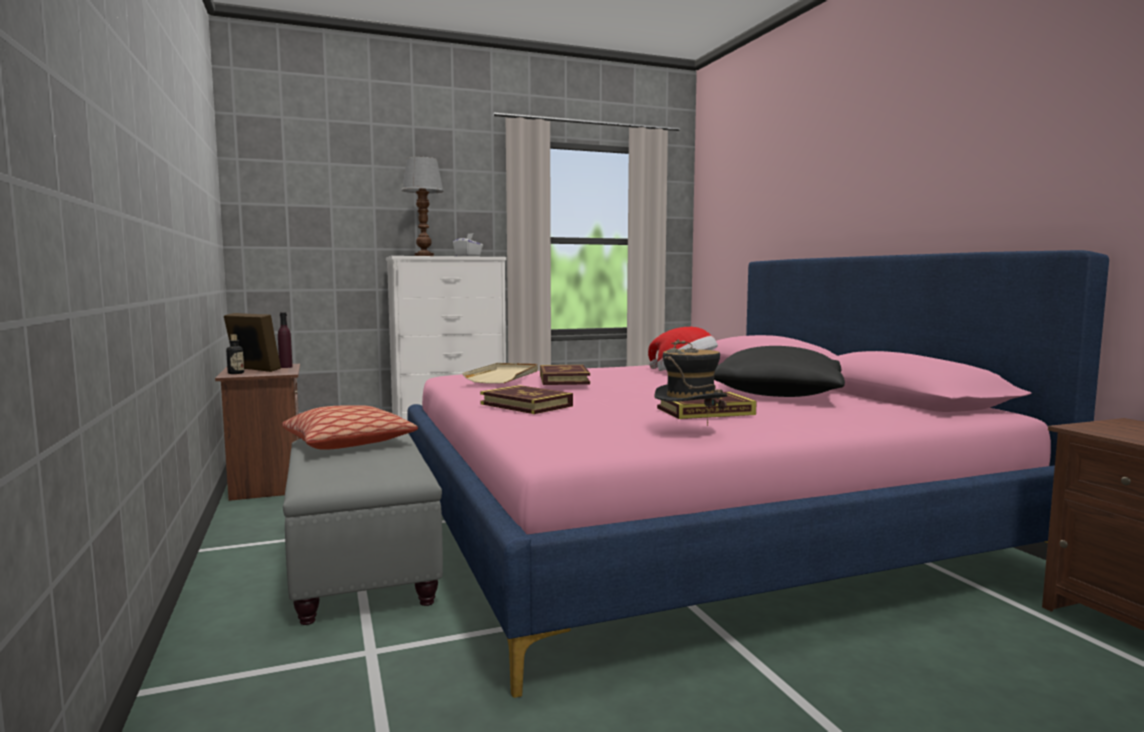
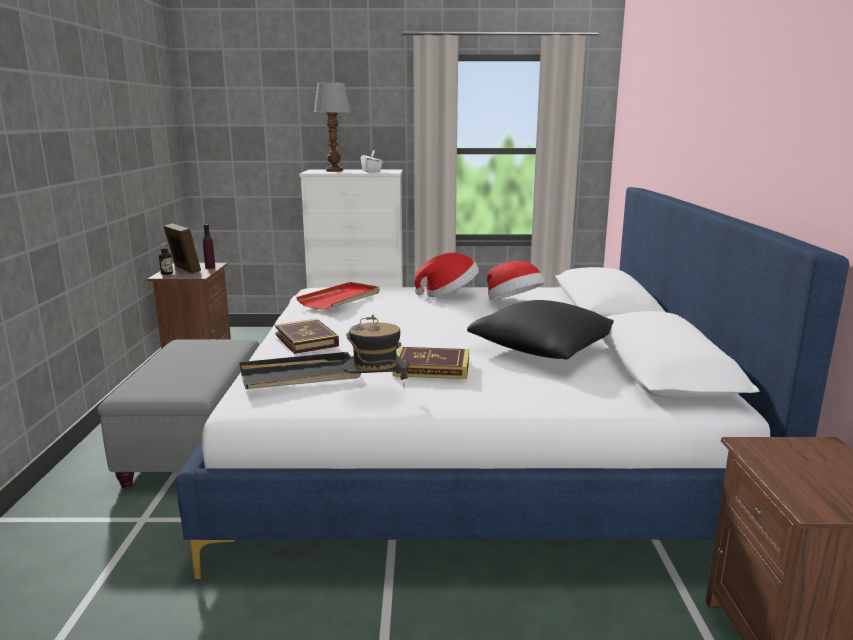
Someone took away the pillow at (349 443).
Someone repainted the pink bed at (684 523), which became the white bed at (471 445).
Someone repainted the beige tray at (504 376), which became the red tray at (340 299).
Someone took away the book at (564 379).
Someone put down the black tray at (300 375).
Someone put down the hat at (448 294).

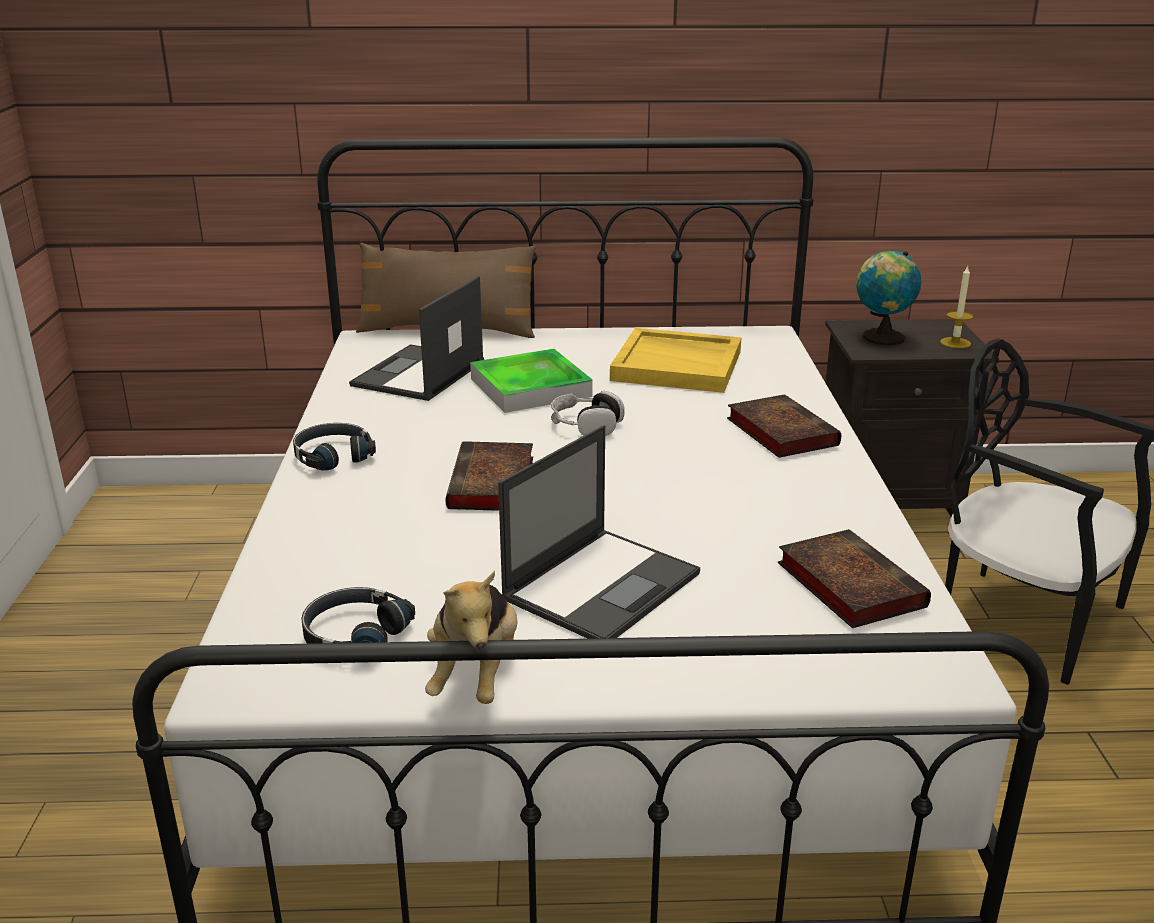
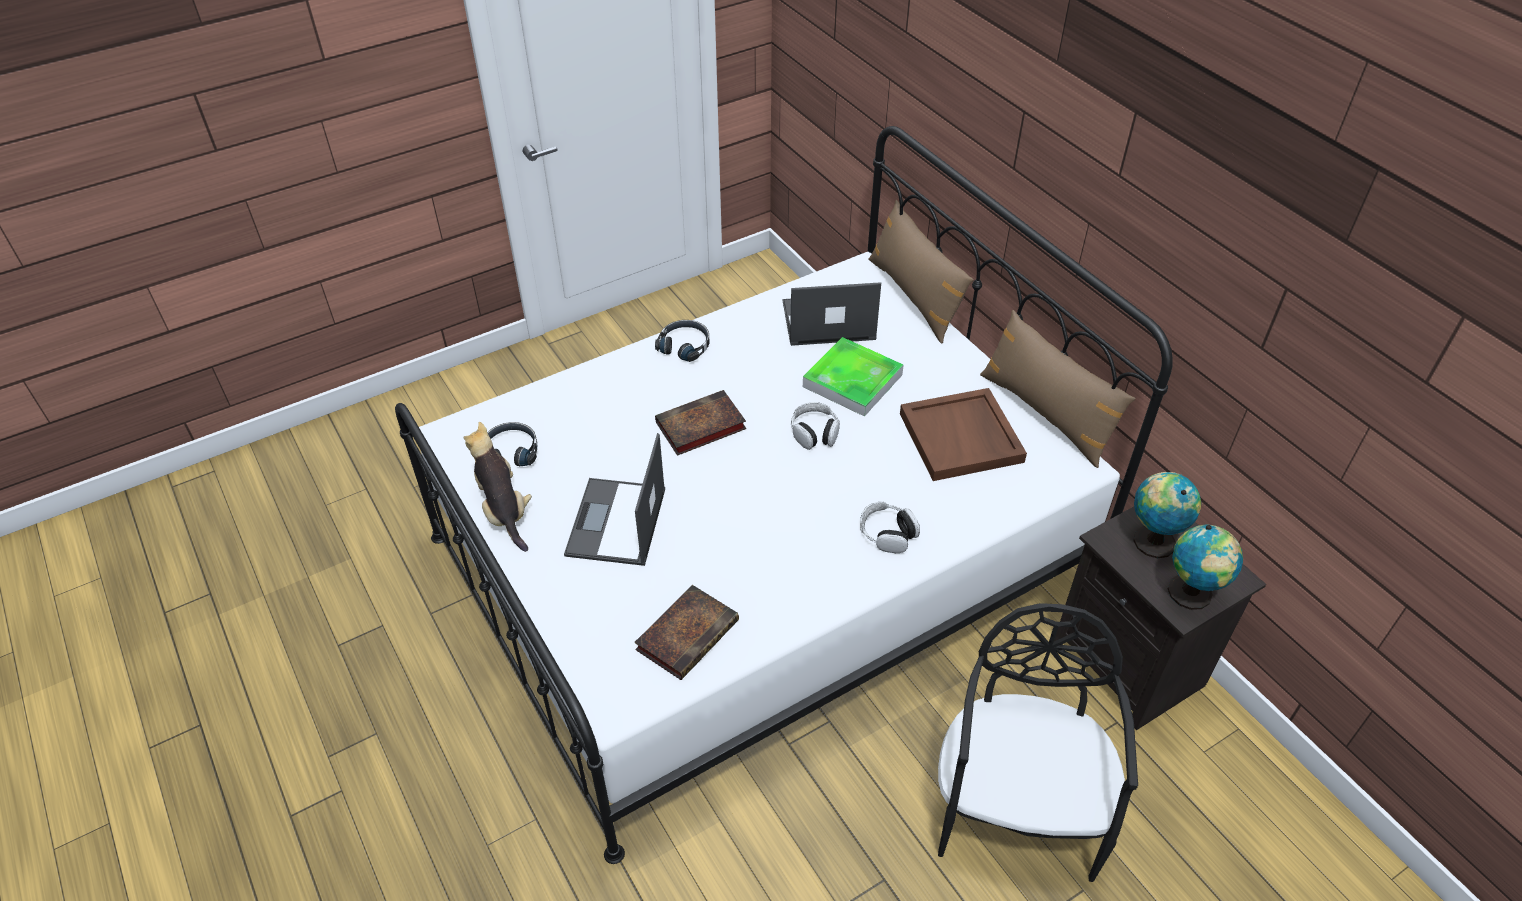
Someone rotated the plush toy at (476 674) by 90 degrees clockwise.
Someone rotated the laptop at (602 585) by 90 degrees clockwise.
Someone repainted the yellow tray at (678 365), which became the brown tray at (962 438).
Someone swapped the book at (779 431) for the headphones at (887 533).
Someone swapped the candle at (955 343) for the globe at (1191 594).
Someone put down the brown pillow at (1046 414).

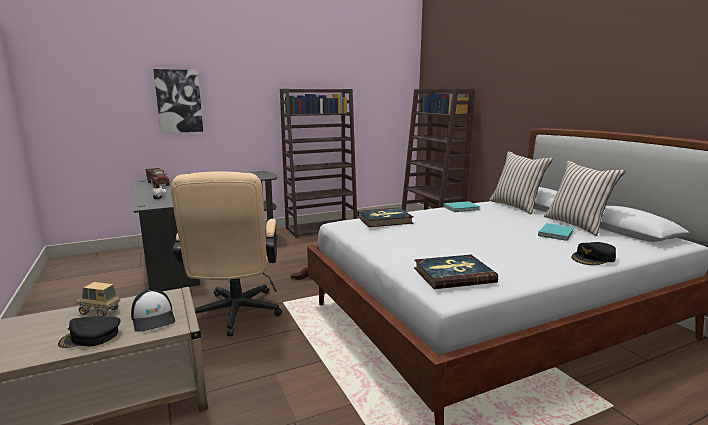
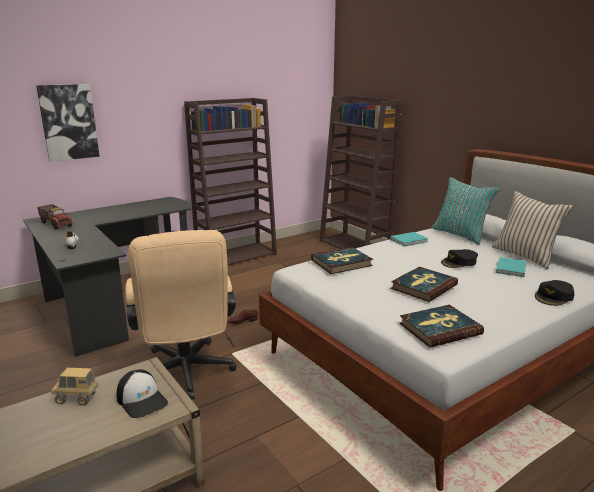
Someone carried the black cap from (90 337) to (459 262).
Someone repainted the beige pillow at (516 206), which became the turquoise pillow at (460 234).
Someone put down the book at (423 286).

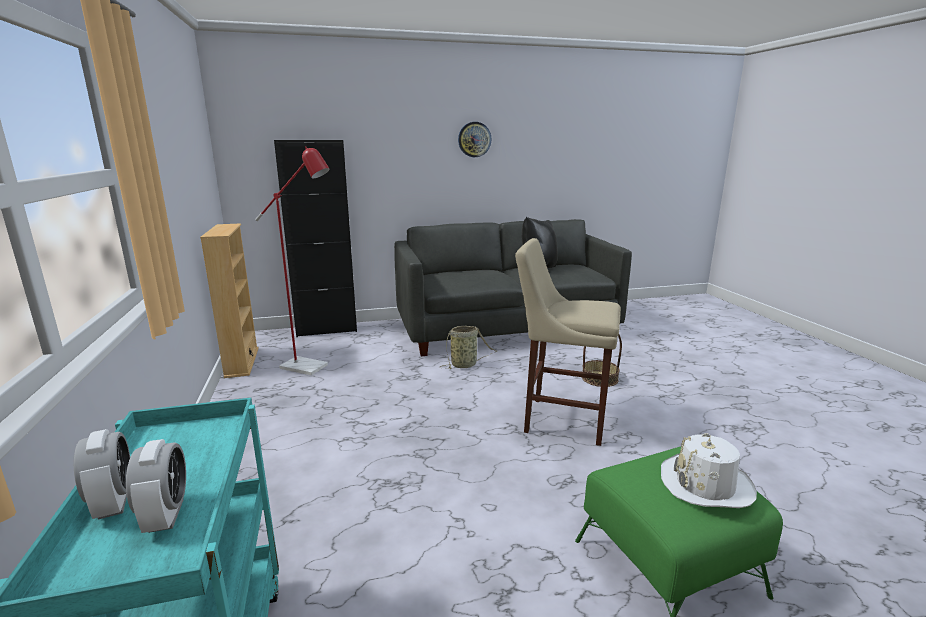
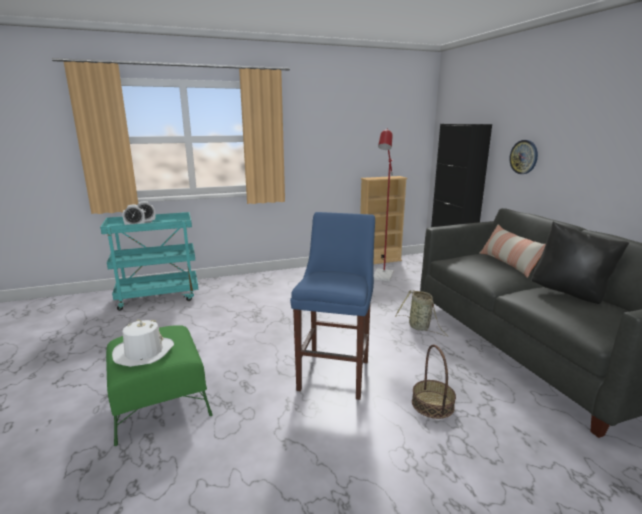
Someone carried the wall clock from (474 139) to (524 157).
Someone repainted the beige stool at (560 419), which became the blue stool at (335 372).
Someone put down the pillow at (508 264).

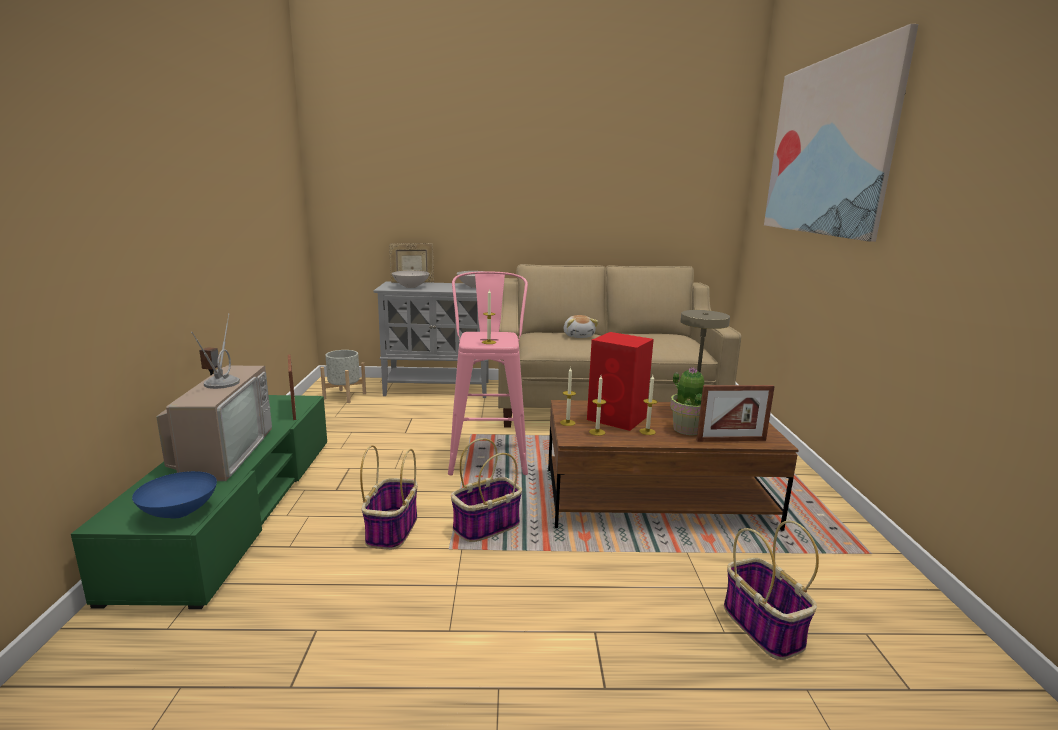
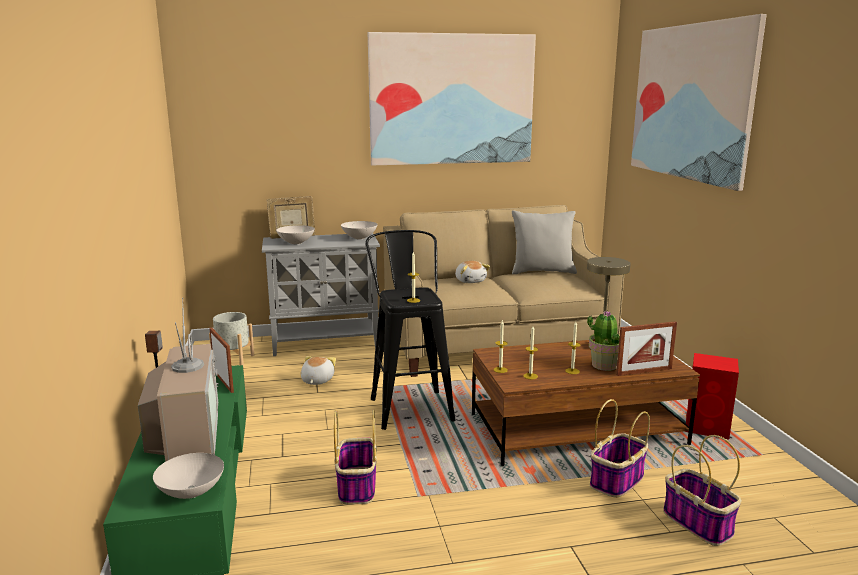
Someone repainted the blue bowl at (178 512), which became the white bowl at (190 492).
Someone repainted the pink stool at (489 454), which became the black stool at (410 405).
Someone carried the basket from (486 527) to (616 481).
Someone carried the red speaker from (618 419) to (708 428).
Someone put down the plush toy at (316 380).
Someone put up the picture at (452 99).
Someone put down the grey pillow at (542 271).

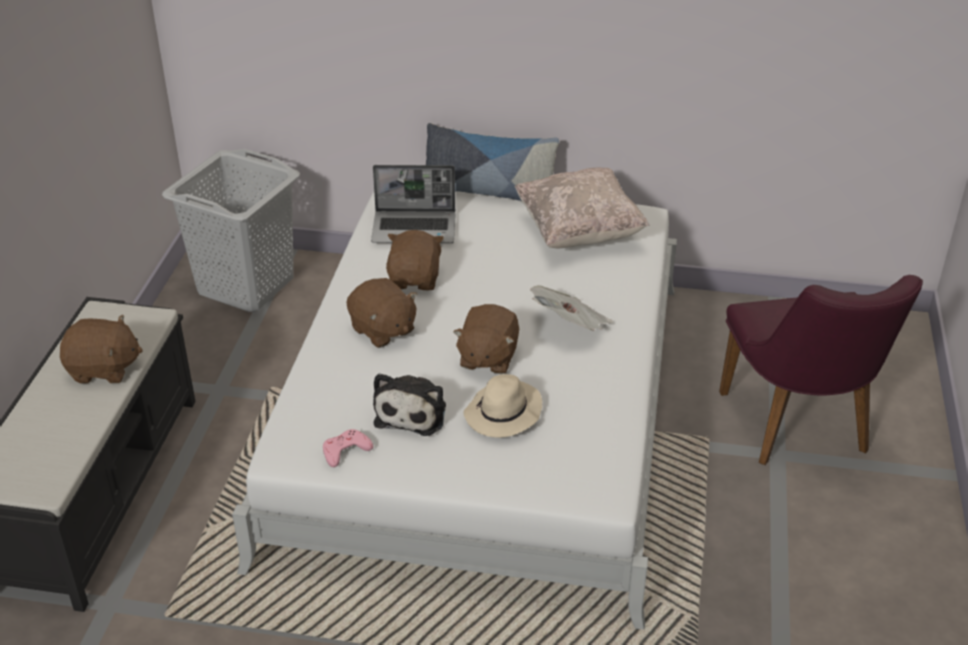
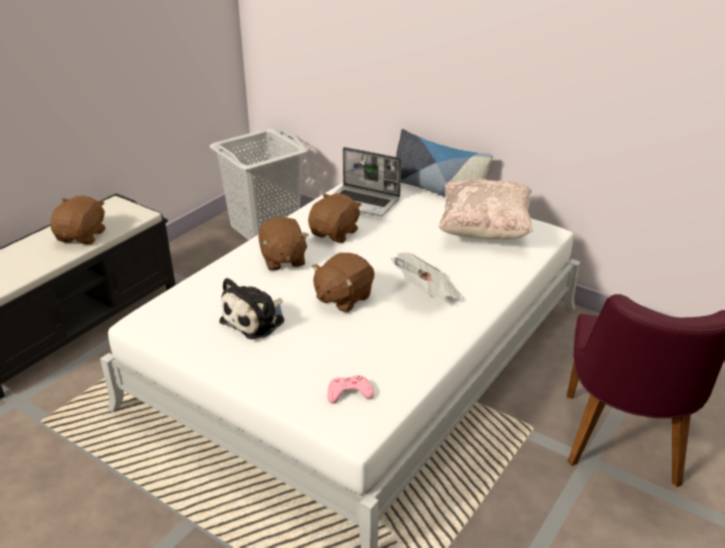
Someone rotated the brown plush toy at (104 369) by 105 degrees counterclockwise.
Someone carried the pink game controller from (345 451) to (349 393).
Someone took away the beige hat at (503 414).

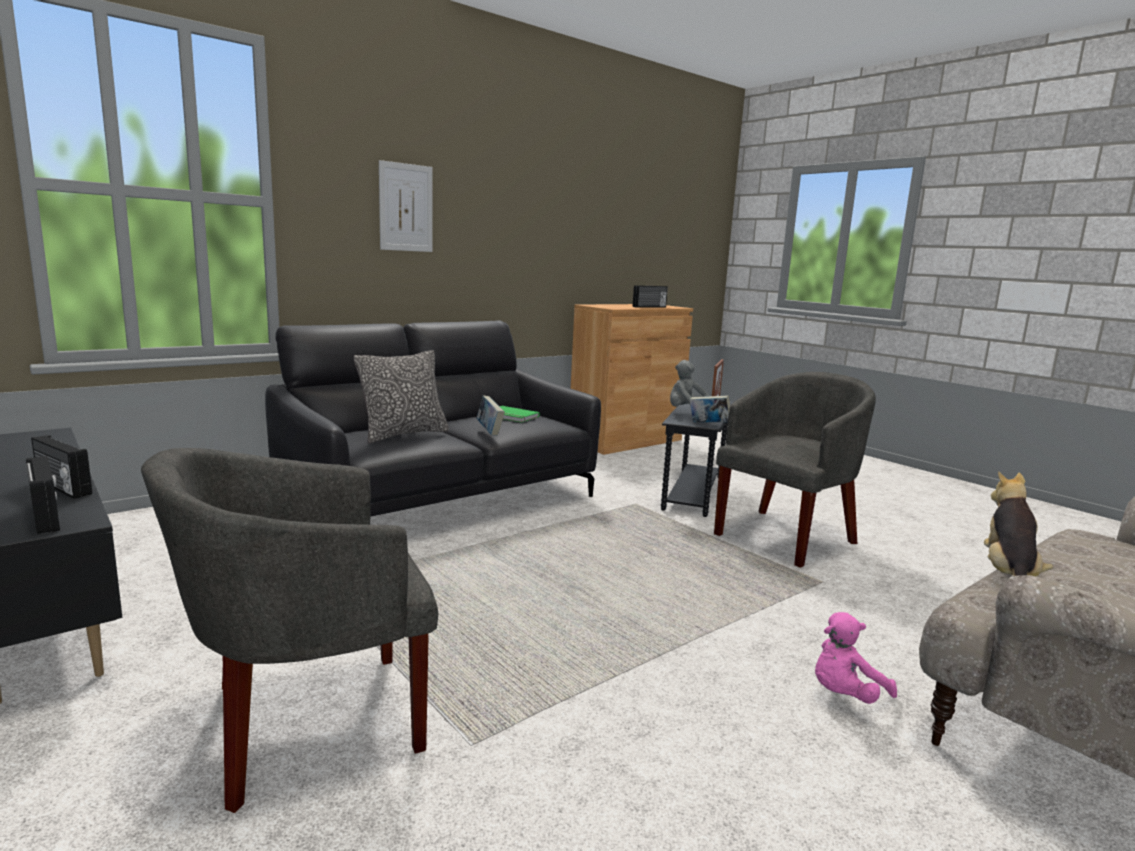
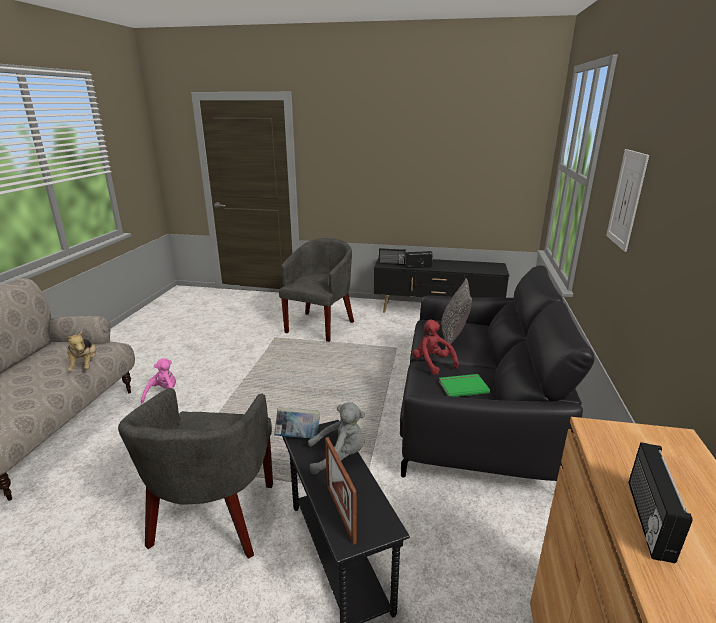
Someone swapped the book at (489 431) for the red plush toy at (432 363).

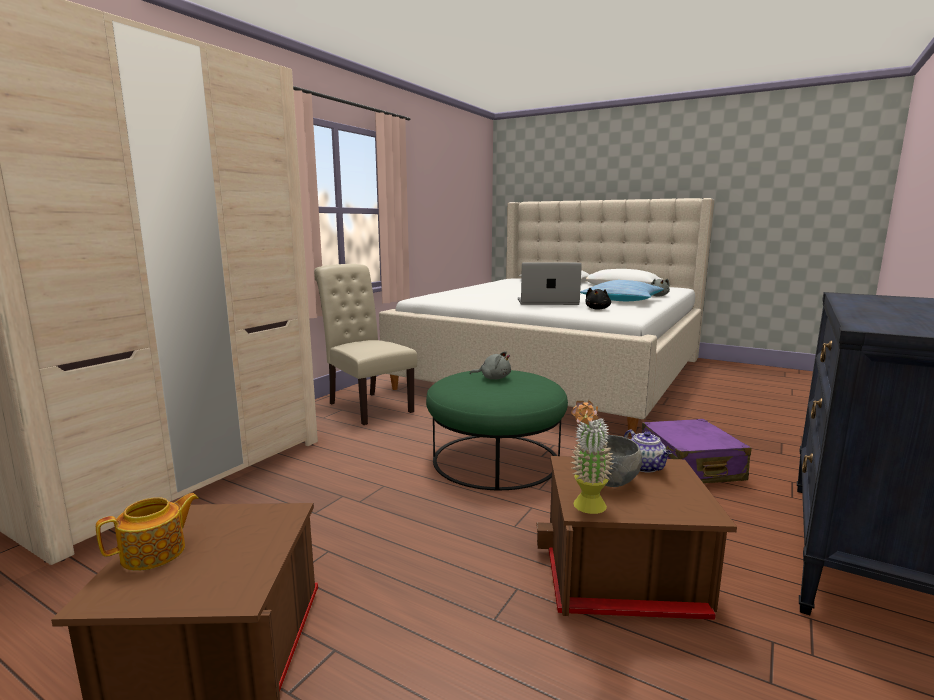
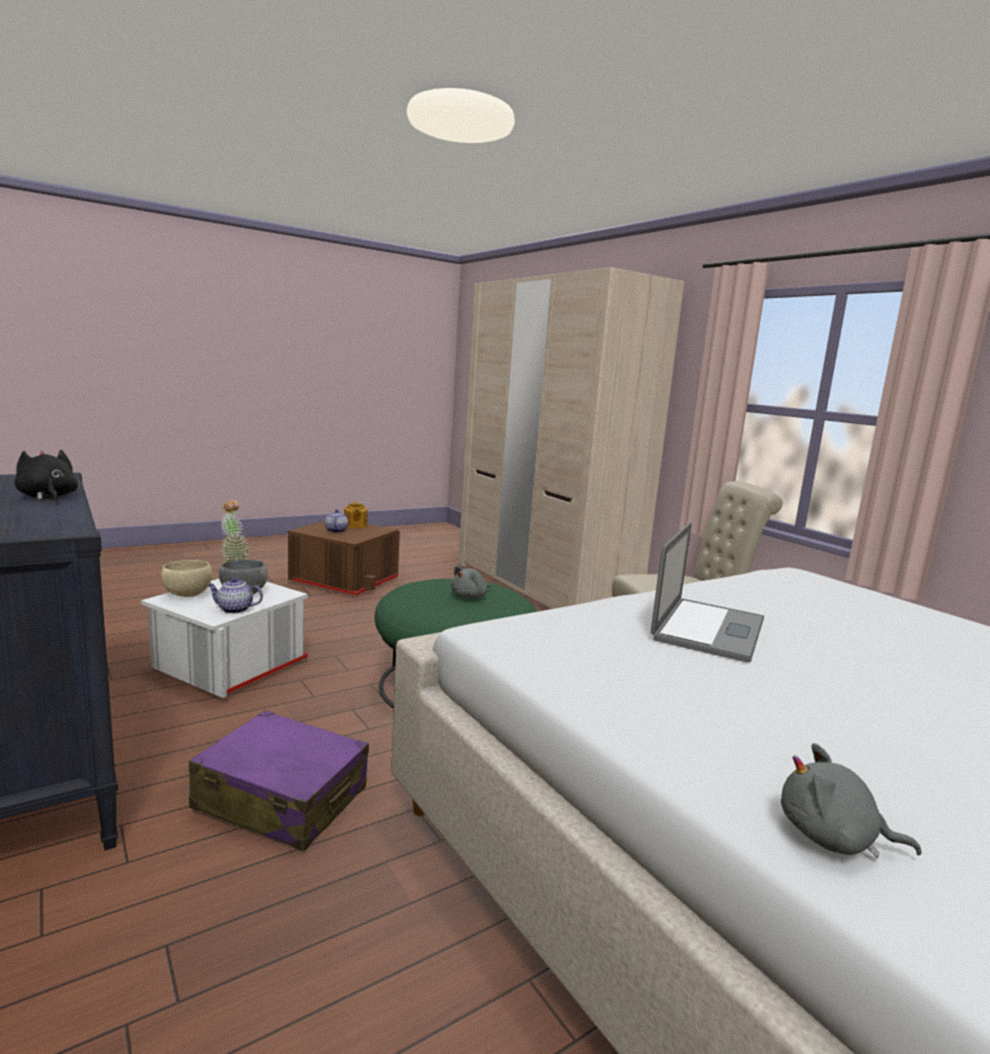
Someone repainted the brown storage box at (624 575), which became the white storage box at (228 666).
Someone took away the pillow at (621 300).
Someone carried the black plush toy from (597 309) to (47 497).
Someone put down the beige bowl at (188 595).
Someone put down the teapot at (336 531).

